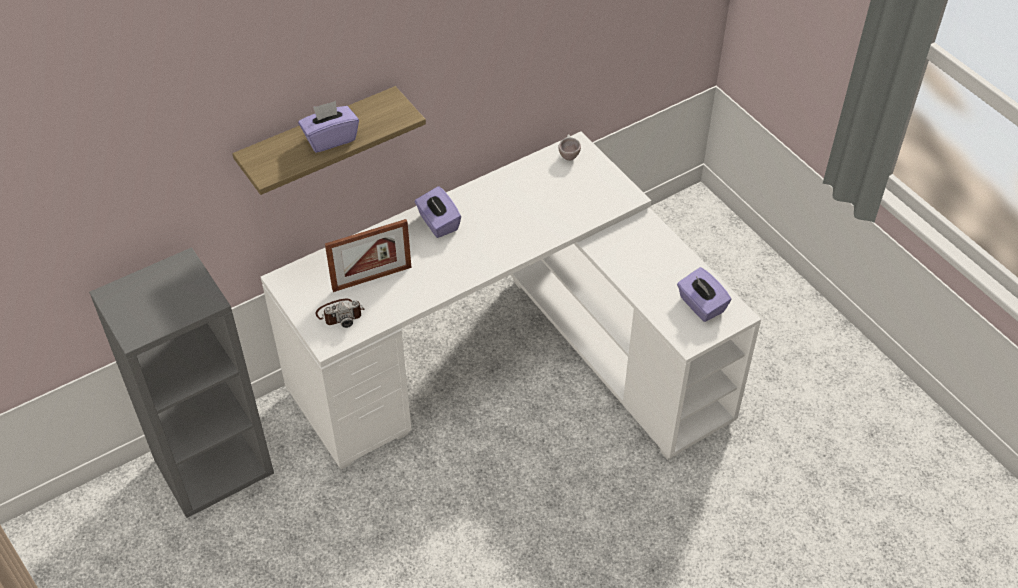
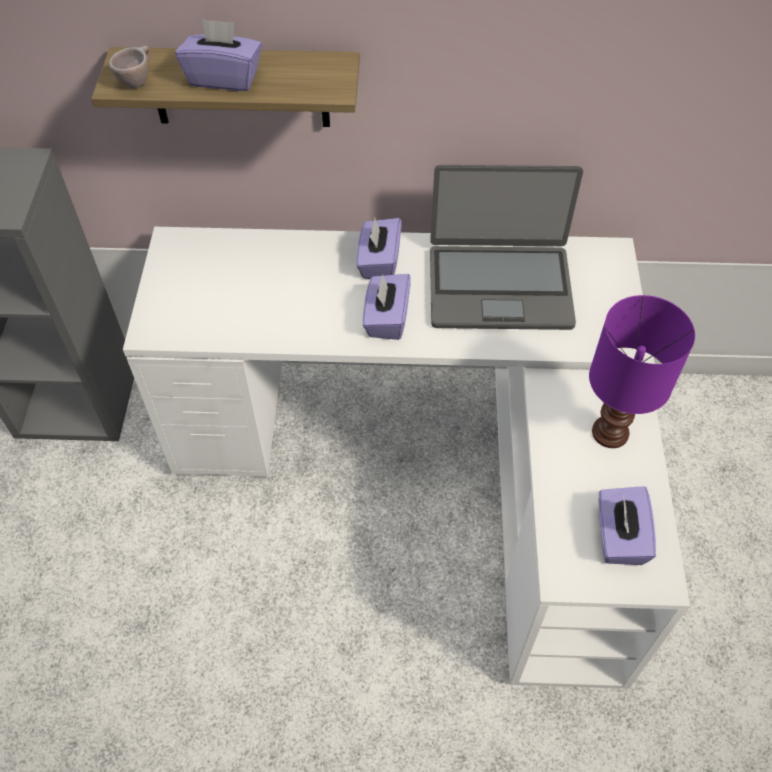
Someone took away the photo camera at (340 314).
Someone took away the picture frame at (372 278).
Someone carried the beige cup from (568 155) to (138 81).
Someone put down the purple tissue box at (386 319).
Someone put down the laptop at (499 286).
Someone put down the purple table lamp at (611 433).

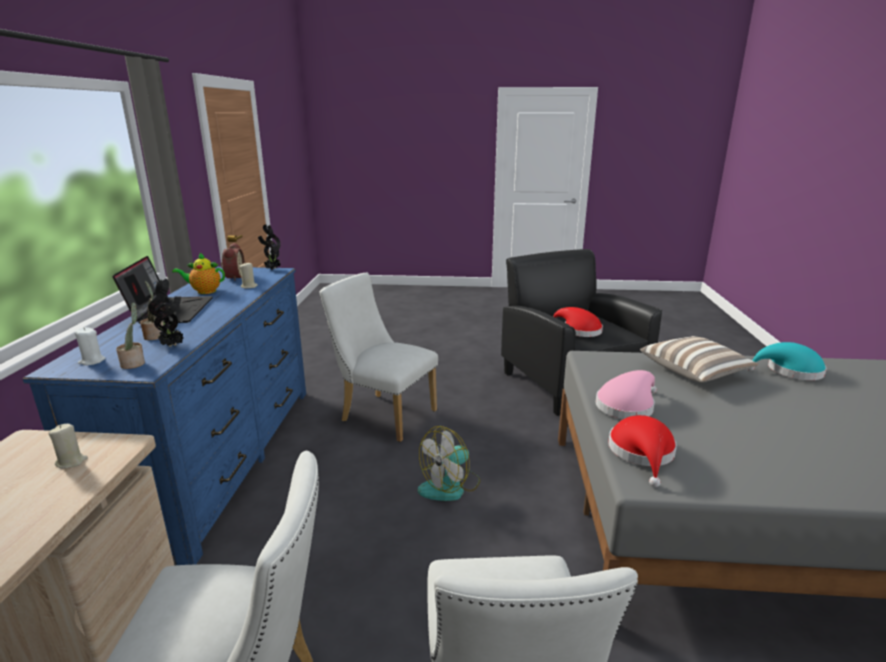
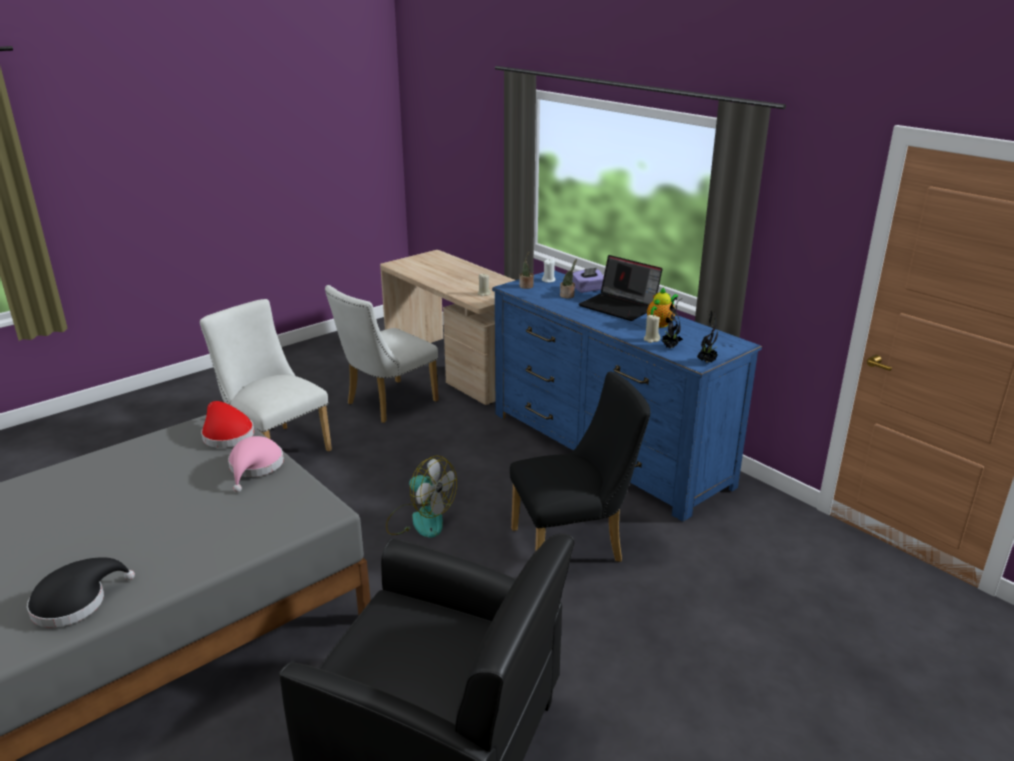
Someone carried the potted plant from (173 345) to (670 347).
Someone took away the alarm clock at (233 277).
Someone repainted the white chair at (383 414), which became the black chair at (574 545).
Someone rotated the fan at (450 486) by 120 degrees clockwise.
Someone took away the red hat at (579 330).
Someone took away the pillow at (695 372).
Someone repainted the turquoise hat at (790 371), which became the black hat at (75 602).
Someone put down the purple tissue box at (588 289).

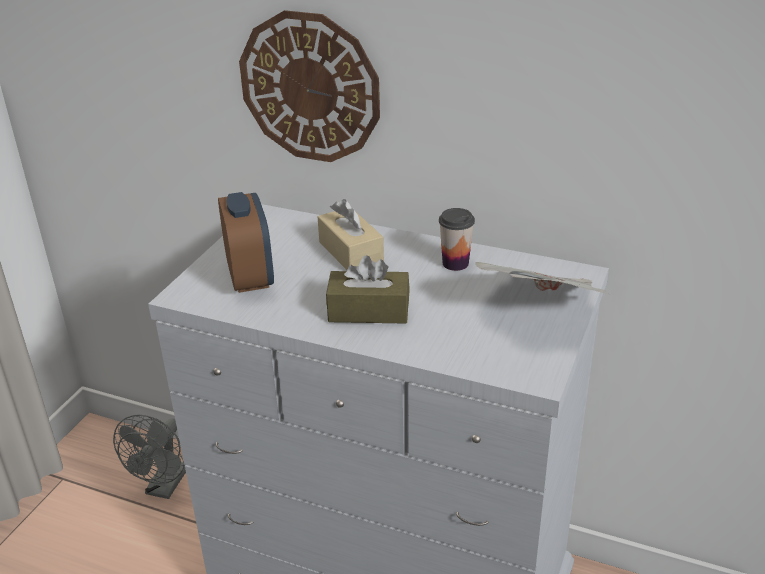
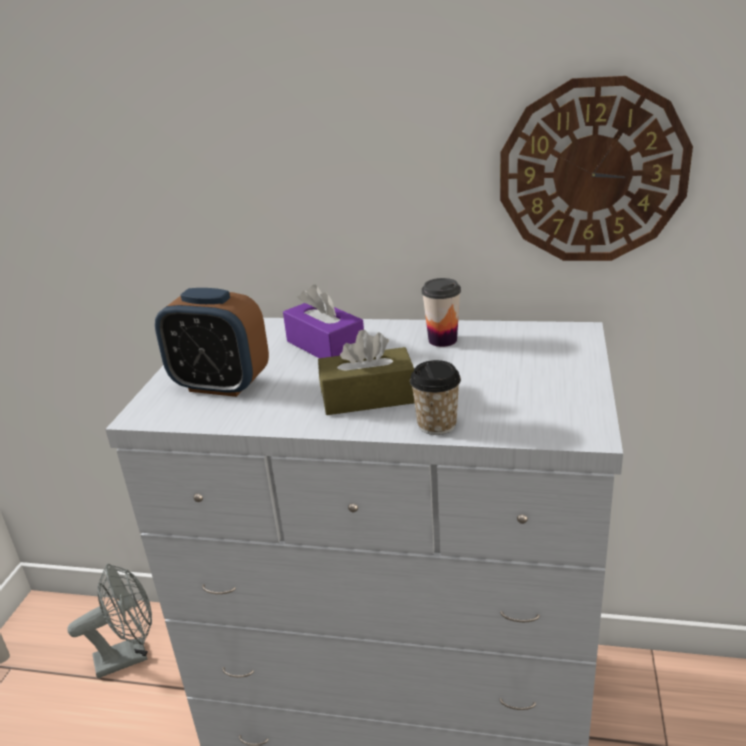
Someone rotated the grey fan at (164 487) by 120 degrees counterclockwise.
Someone rotated the alarm clock at (250 278) by 135 degrees clockwise.
Someone carried the wall clock from (310 87) to (592 172).
Someone repainted the beige tissue box at (351 252), which became the purple tissue box at (325 346).
Someone took away the newspaper at (544 308).
Someone put down the cup at (437 425).

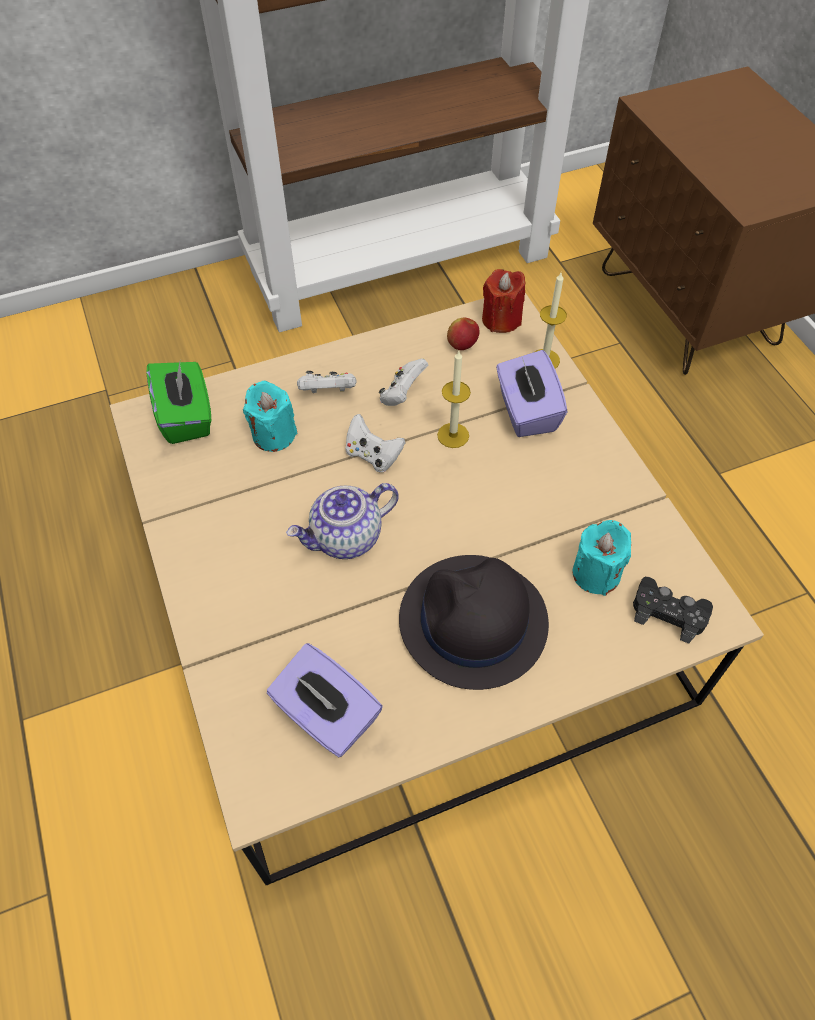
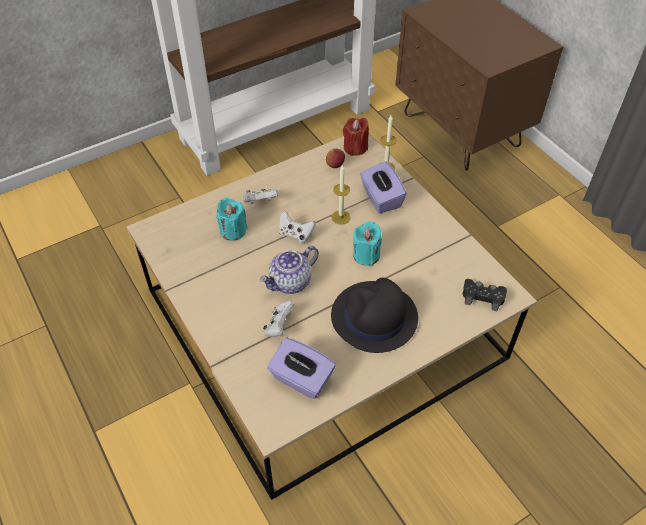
Someone took away the green tissue box at (186 417).
Someone carried the white game controller from (402 394) to (278 326).
Someone carried the turquoise candle from (596 573) to (366 255).

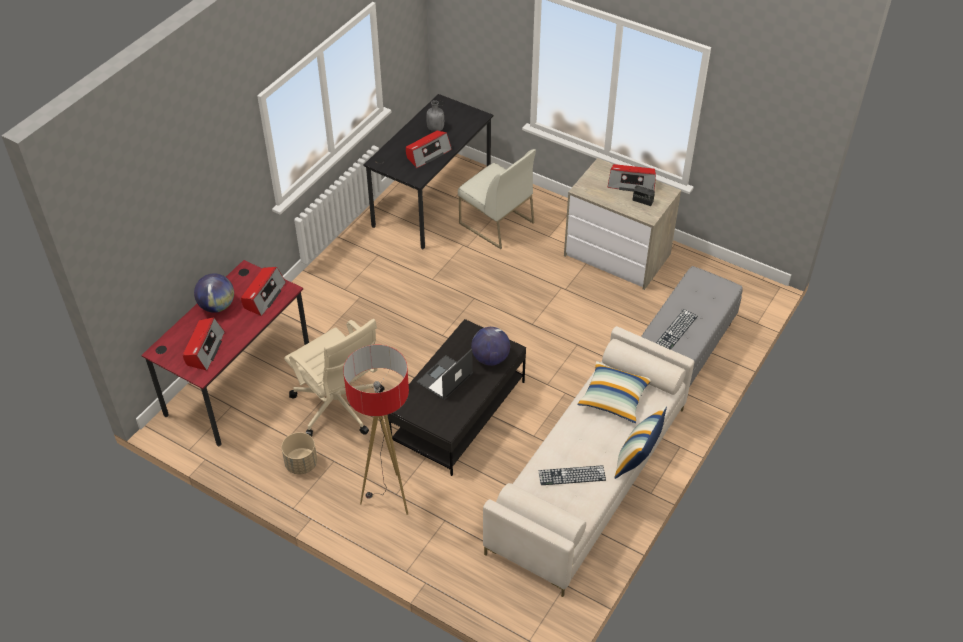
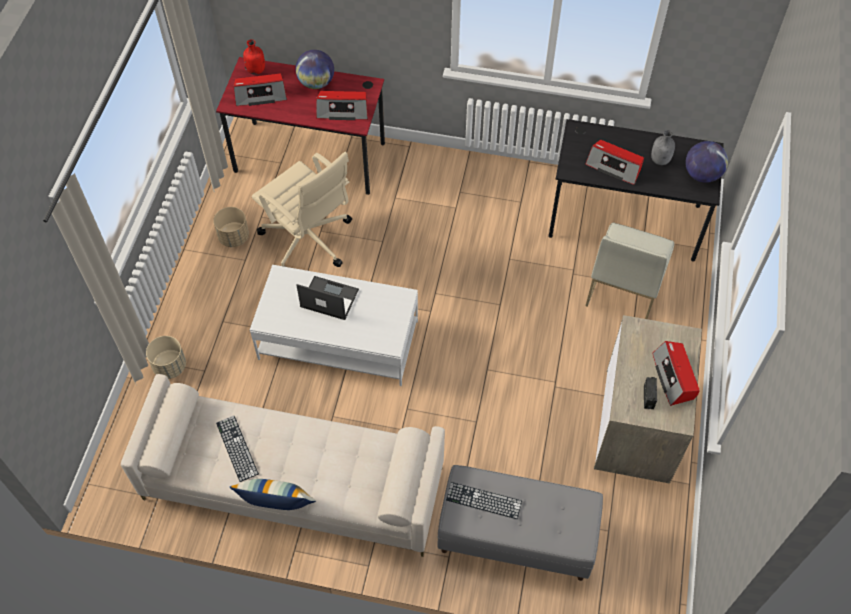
Someone rotated the beige office chair at (339 407) by 75 degrees counterclockwise.
Someone took away the floor lamp at (388 497).
Someone repainted the black coffee table at (459 413), which became the white coffee table at (338 340).
Someone carried the globe from (490 358) to (702 175).
Someone took away the pillow at (614 398).
Someone put down the beige planter at (170 366).
Someone put down the red bottle at (256 70).

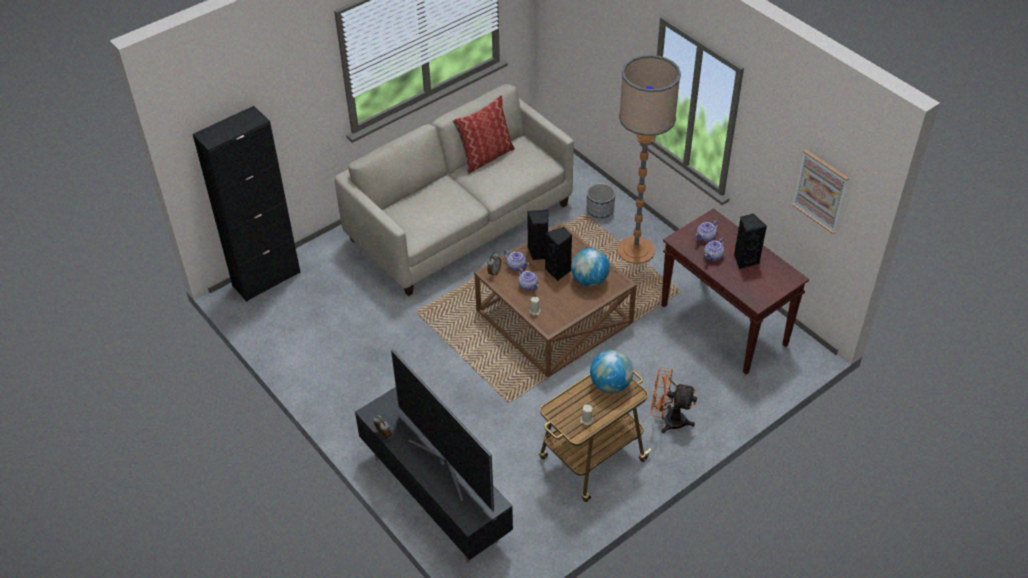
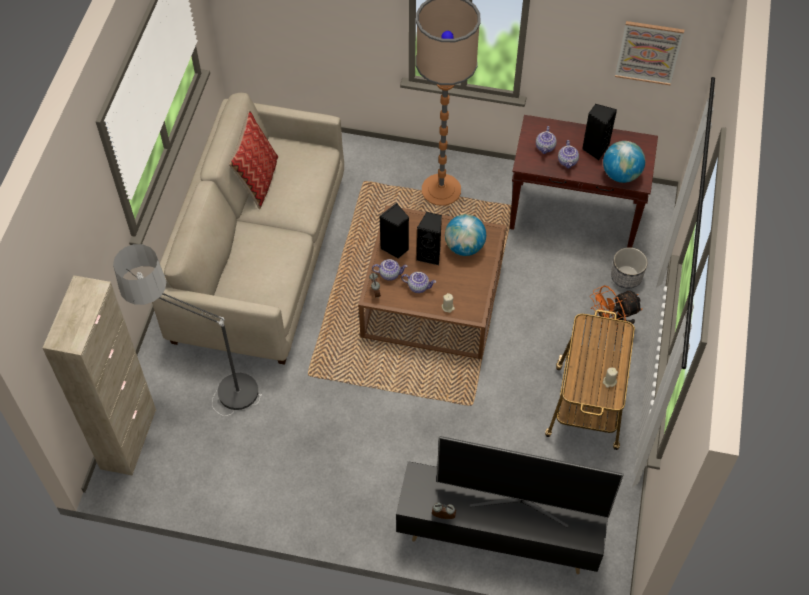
Someone repainted the black cabinet at (266 279), which became the beige cabinet at (128 439).
Someone carried the planter from (600 210) to (626 276).
Someone carried the globe from (610 385) to (621 174).
Someone put down the floor lamp at (206 388).

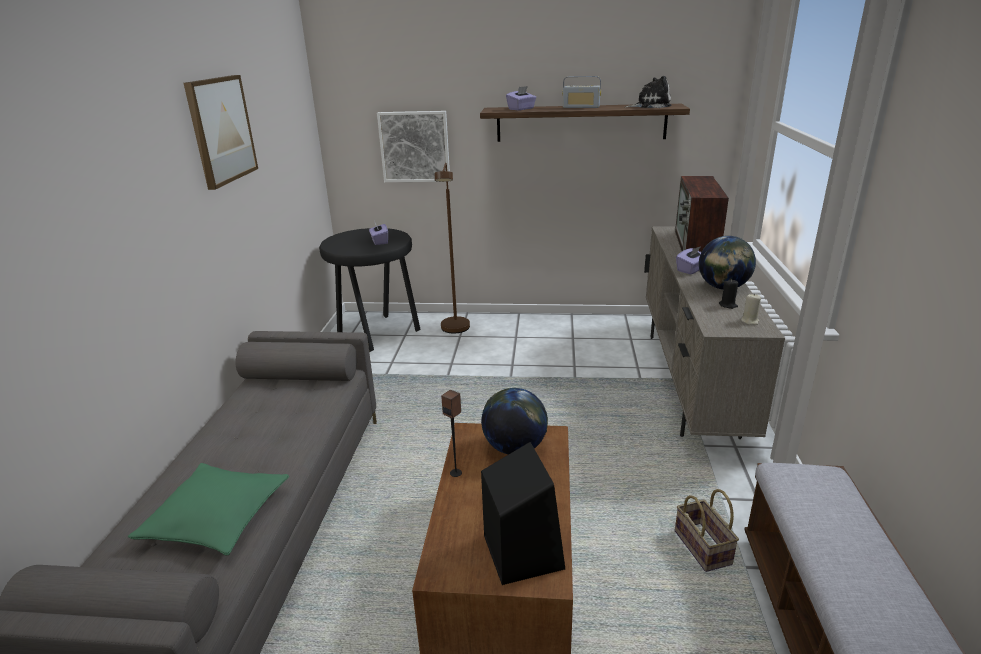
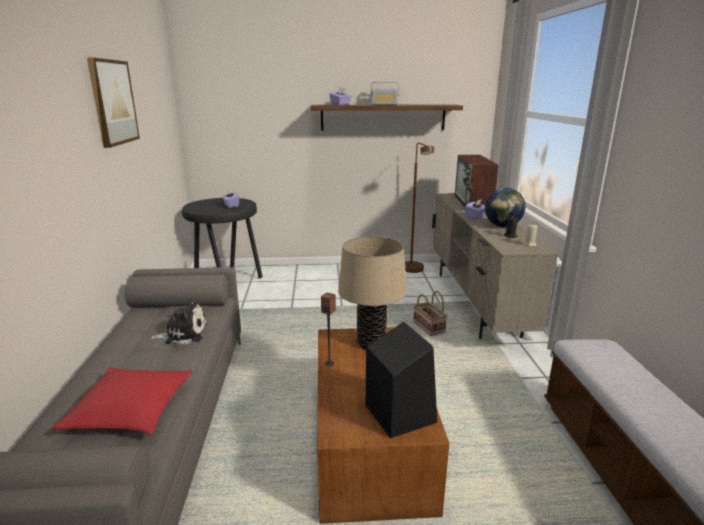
Someone repainted the green pillow at (217 518), which became the red pillow at (131 410).
Someone took away the picture at (414 147).
Someone carried the brown floor lamp from (455 330) to (414 271).
Someone swapped the globe at (515 448) for the beige table lamp at (371 343).
Someone carried the plush toy from (650 106) to (183 333).
Someone carried the basket from (704 548) to (430 327).

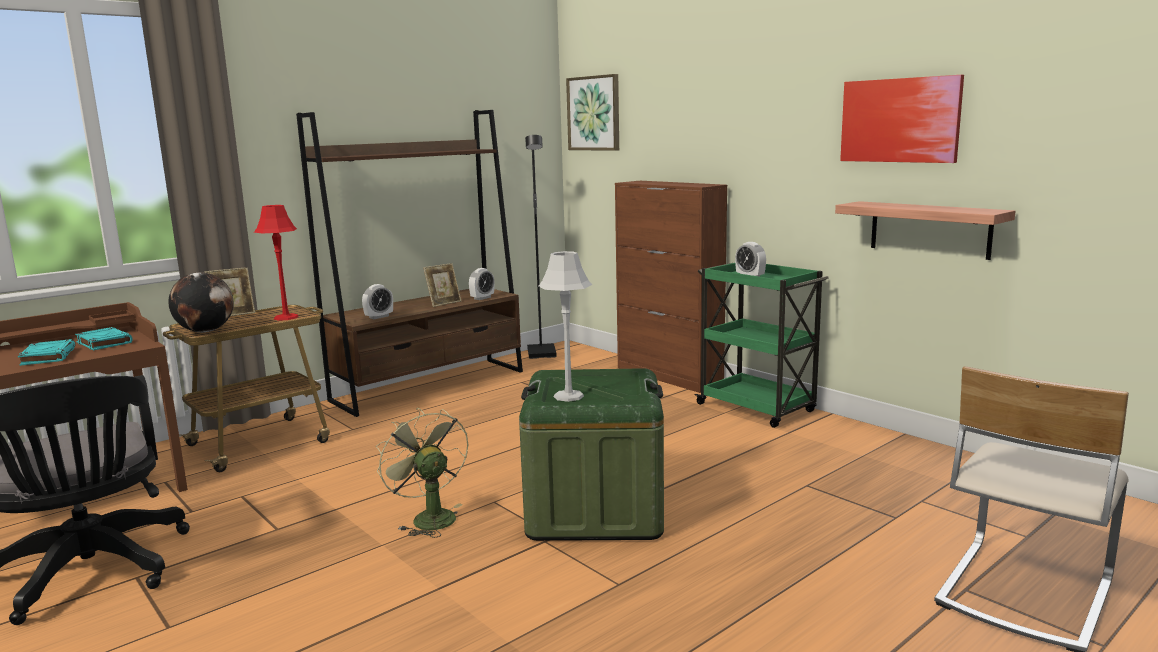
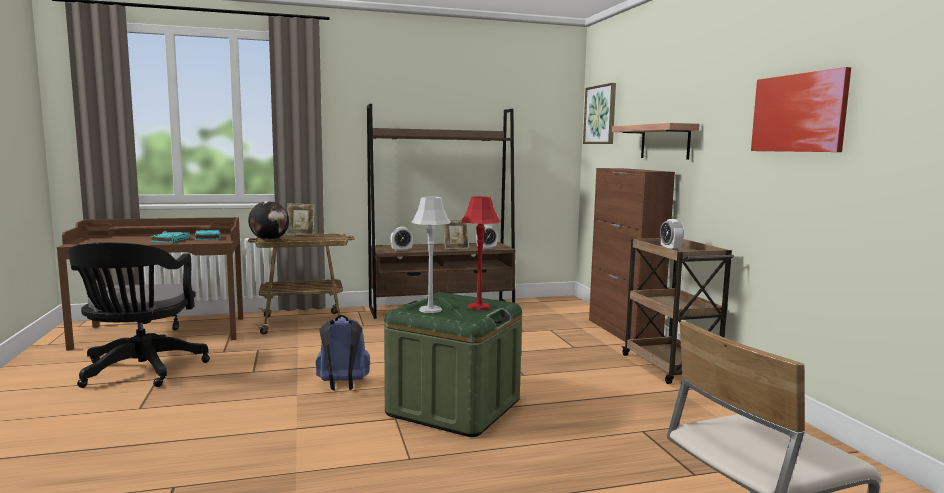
Someone carried the red table lamp from (286 317) to (479 307).
Someone swapped the green fan at (428 517) for the blue backpack at (342 386).
Someone took away the black floor lamp at (542 353).
Someone repainted the green cart at (757 408), which became the brown cart at (670 367).
Someone carried the shelf from (929 229) to (665 142).

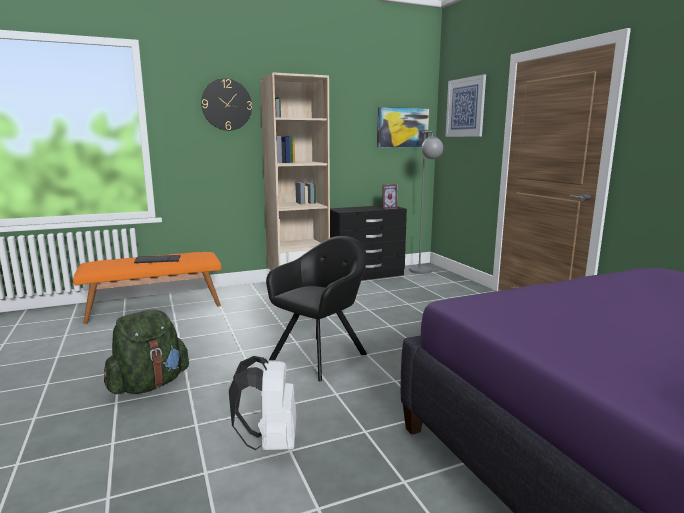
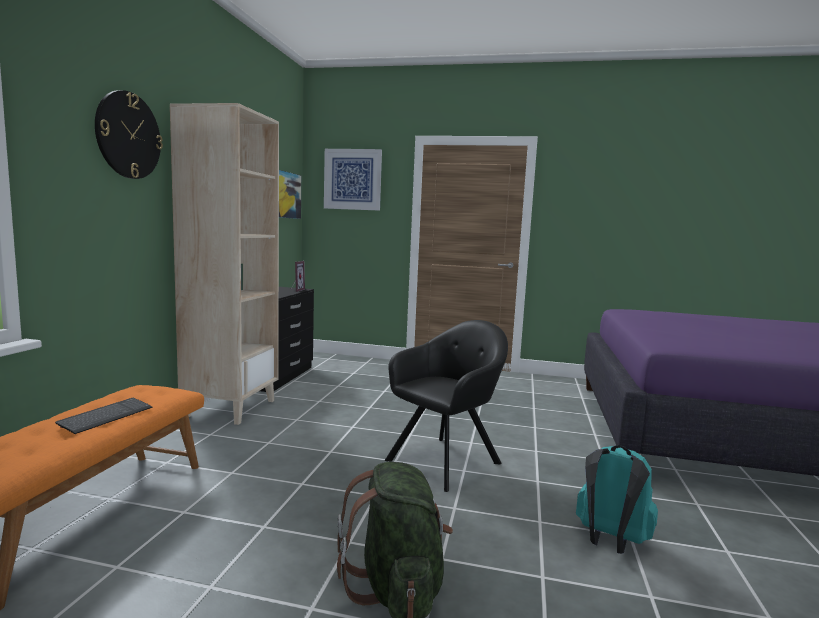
Someone repainted the white backpack at (270 442), which became the turquoise backpack at (610 541).
Someone rotated the black armchair at (321 355) by 60 degrees clockwise.
Someone took away the grey floor lamp at (423 273).

